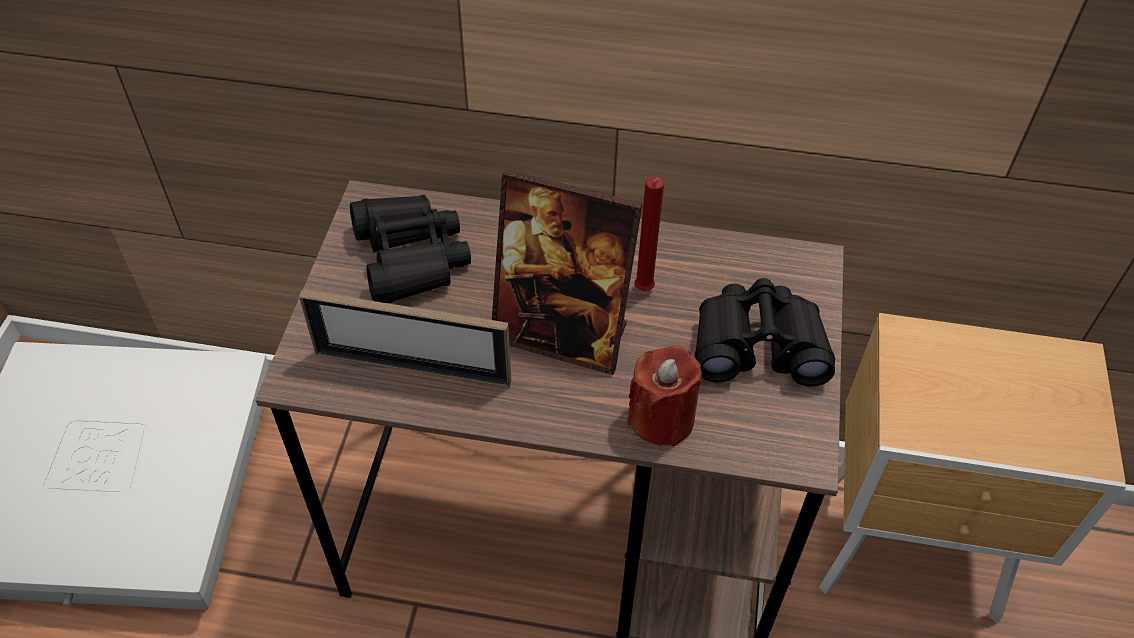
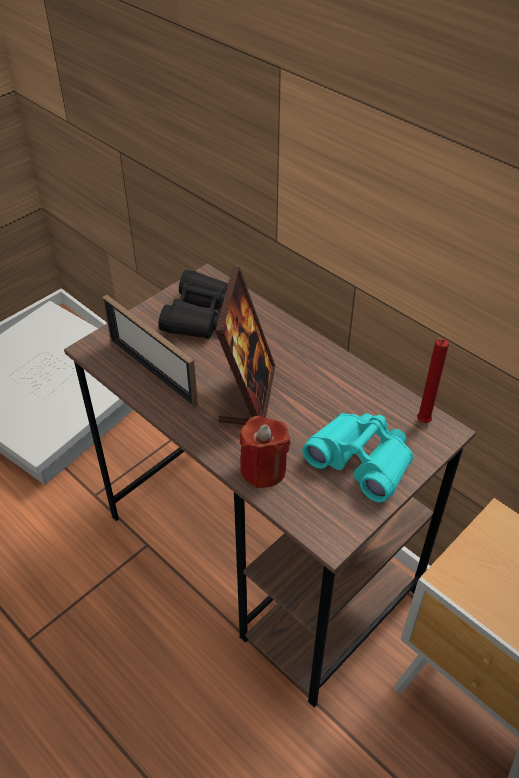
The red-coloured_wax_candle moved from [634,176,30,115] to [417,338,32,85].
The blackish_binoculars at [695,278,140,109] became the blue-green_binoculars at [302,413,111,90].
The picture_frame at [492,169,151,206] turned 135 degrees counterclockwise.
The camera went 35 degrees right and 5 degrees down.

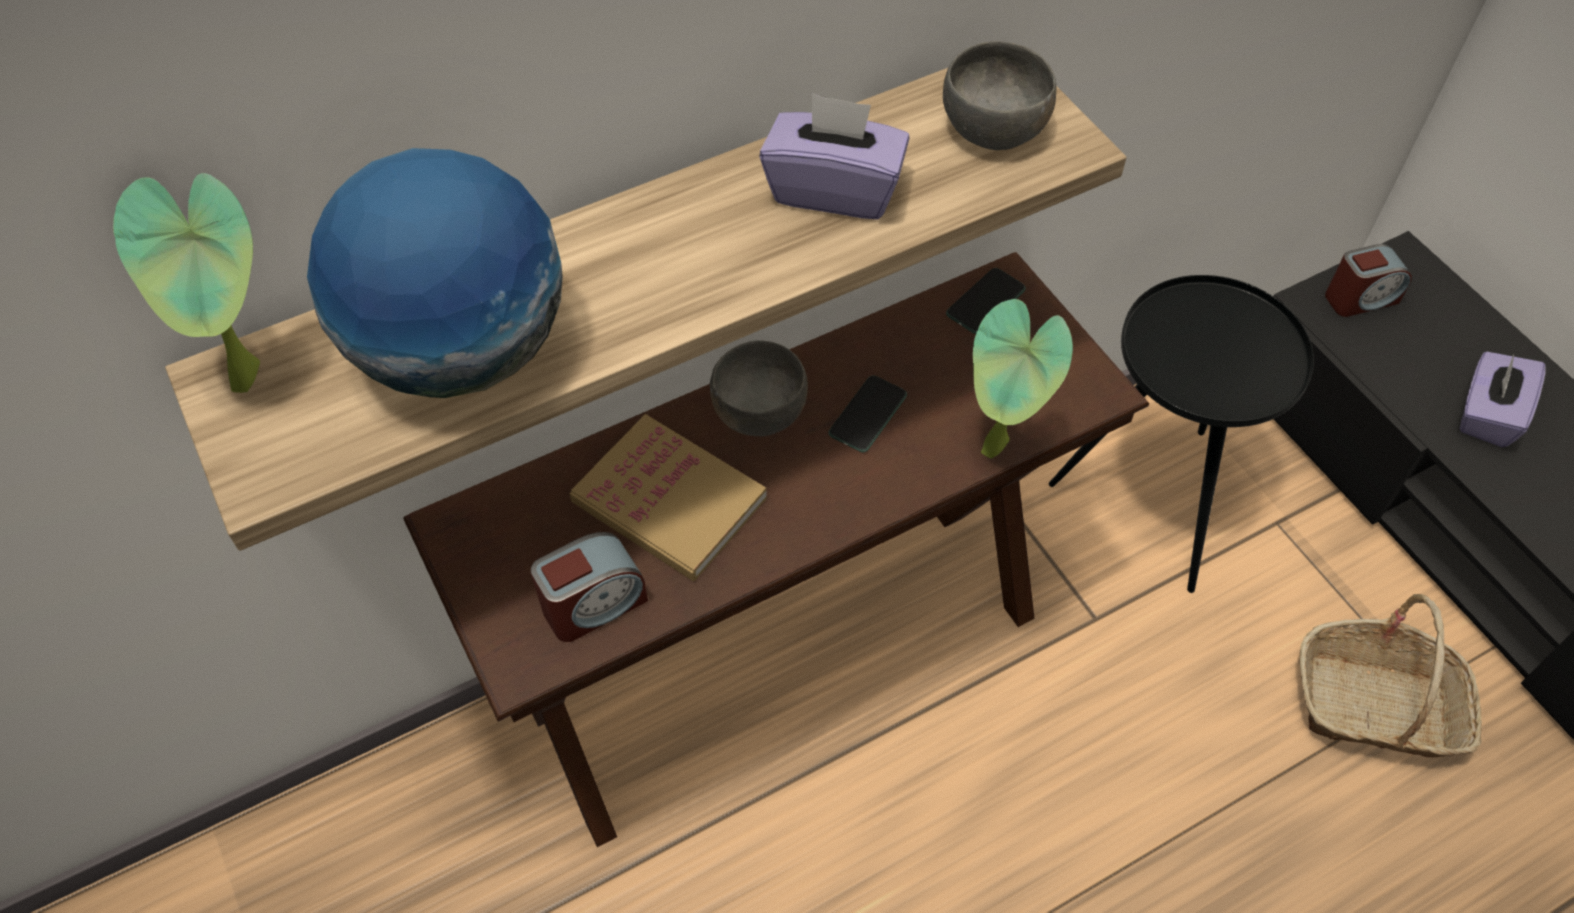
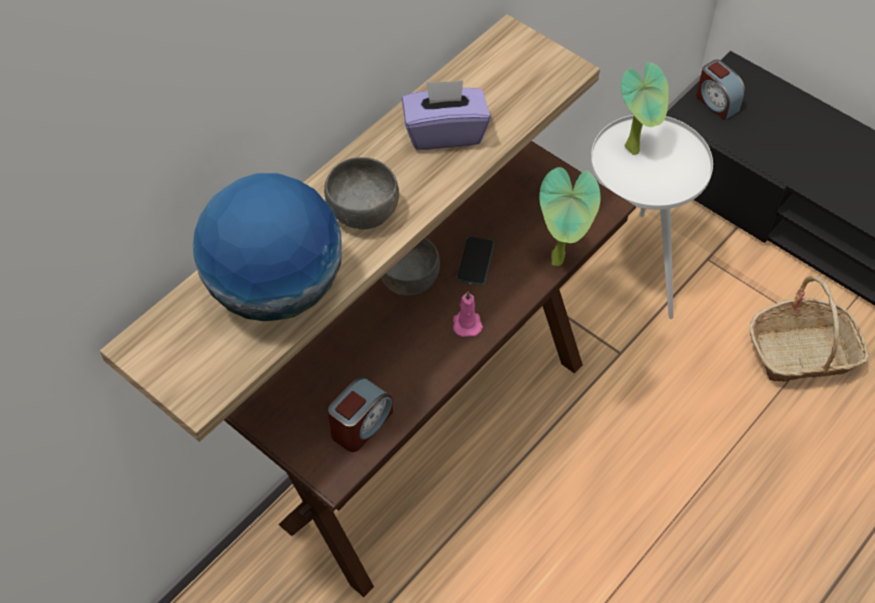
The bound_book at [570,414,197,167] disappeared.
The phone at [946,268,80,66] disappeared.
The purple-coloured_tissue_holder at [1460,352,86,95] disappeared.
The pink-coloured_wax_candle at [453,291,30,46] appeared.
The plant_in_a_pot moved from [113,173,147,220] to [621,62,48,93].
The grey_bowl moved from [943,41,114,109] to [324,157,75,72].
The blackish_end_table at [1049,275,265,318] became the whitish_end_table at [591,115,122,204].
The alarm_clock at [1325,244,87,73] turned 90 degrees clockwise.
The camera went 20 degrees left and 0 degrees up.

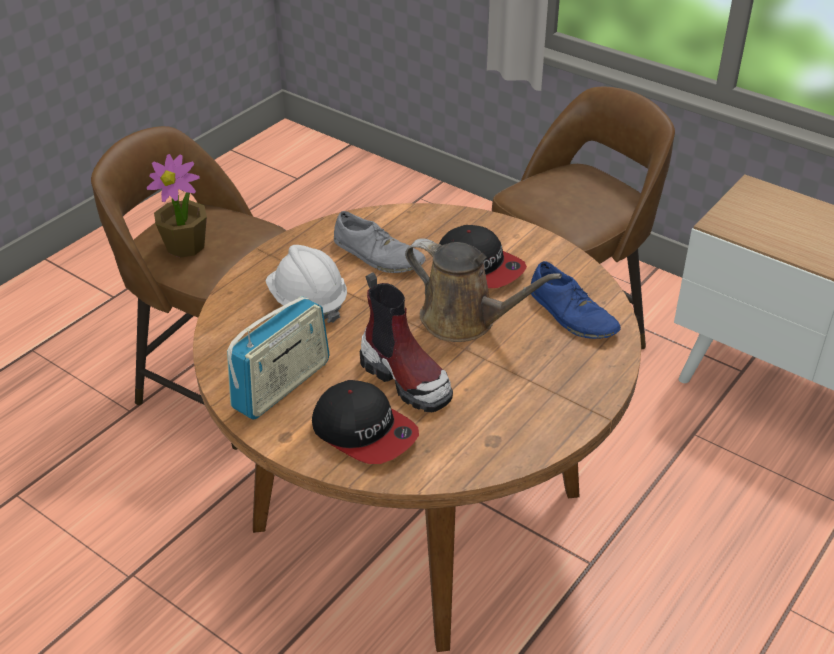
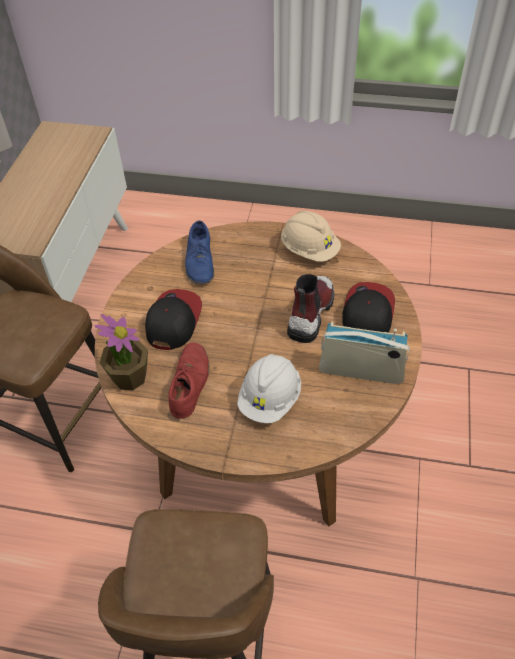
The brown-coloured_watering_can at [405,238,157,104] disappeared.
The beige_hard_hat at [281,211,60,51] appeared.
The plant_in_a_pot moved from [147,154,60,104] to [95,314,53,76].
The grey_shoe at [334,211,92,62] became the red-coloured_shoe at [168,342,42,76].
The bluish_shoe at [531,261,90,78] turned 150 degrees clockwise.
The camera went 115 degrees left and 10 degrees up.

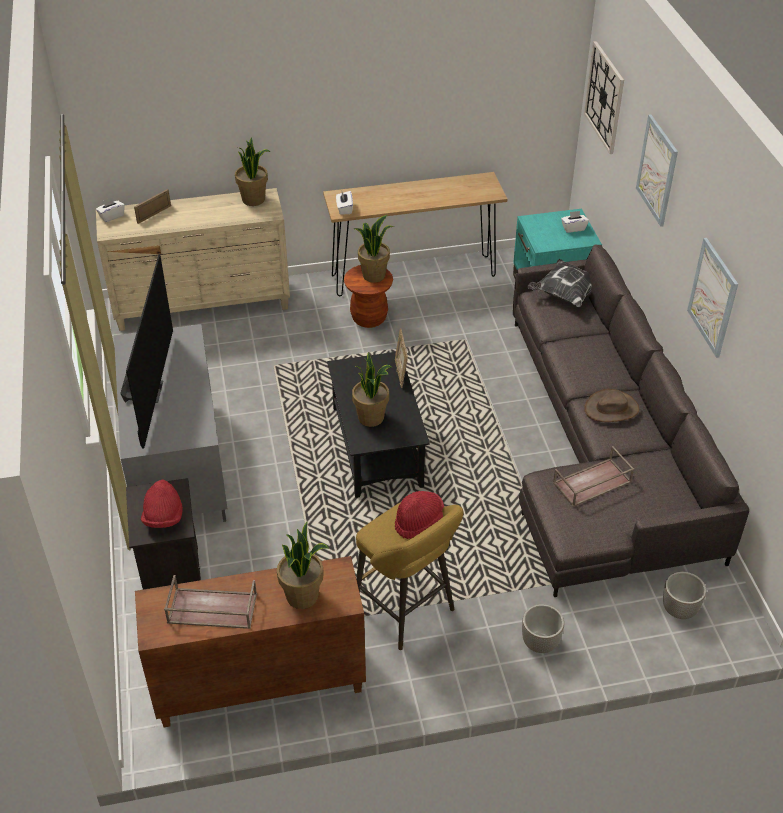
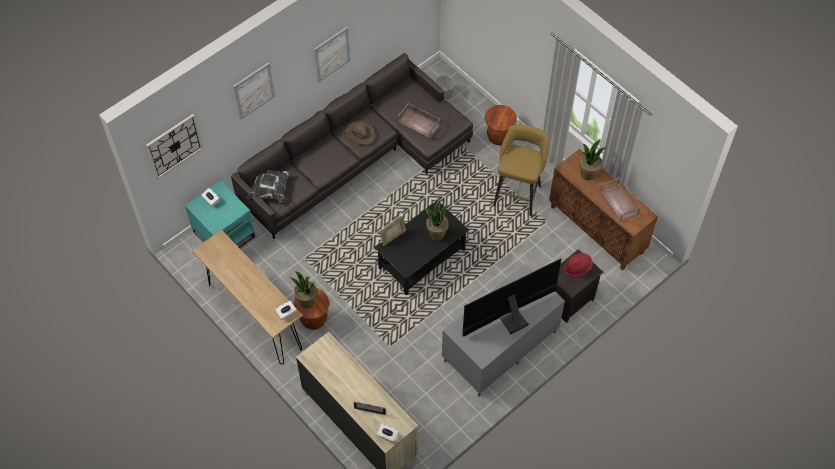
The plant_in_a_pot at [235,137,35,69] disappeared.
The red-coloured_wearable_hat at [395,491,49,48] disappeared.
The flower_pot at [522,604,42,49] was replaced by the brown-coloured_sitting_stool at [485,105,32,40].
The camera went 120 degrees left and 15 degrees up.

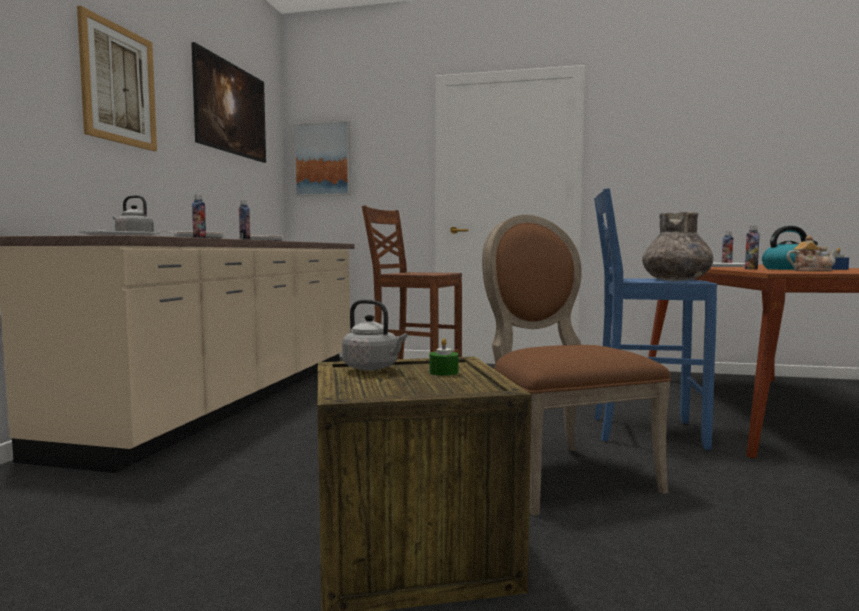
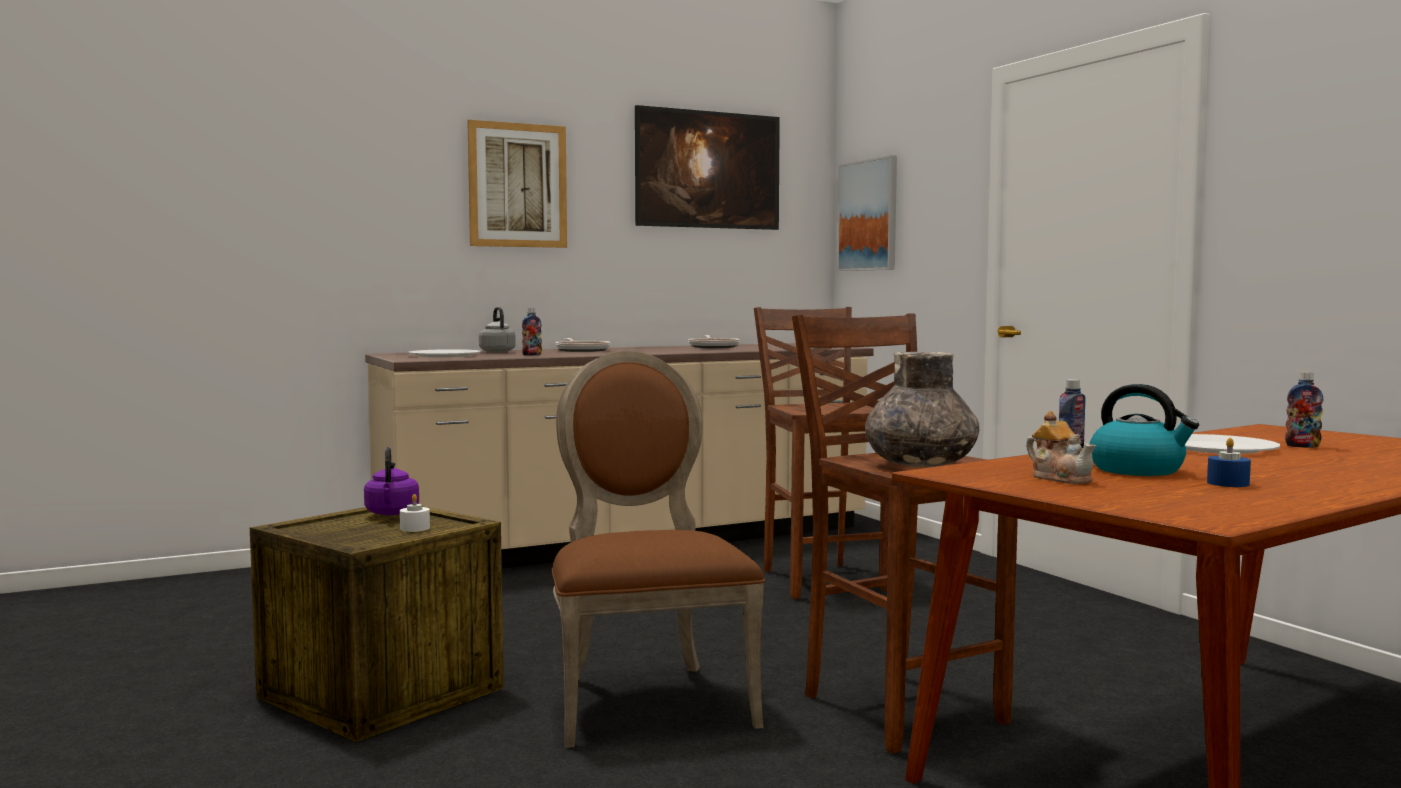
The beverage_bottle at [239,200,11,40] disappeared.
The grey_kettle at [342,299,66,71] became the purple-coloured_kettle at [364,447,55,68].
The greenish_wax_candle at [429,338,29,38] became the whitish_wax_candle at [400,494,30,38].
The bluish_sitting_stool at [594,188,123,262] became the brown-coloured_sitting_stool at [792,313,226,441].
The brown-coloured_plain_chair at [482,215,189,301] turned 45 degrees counterclockwise.
The camera went 50 degrees right and 0 degrees up.

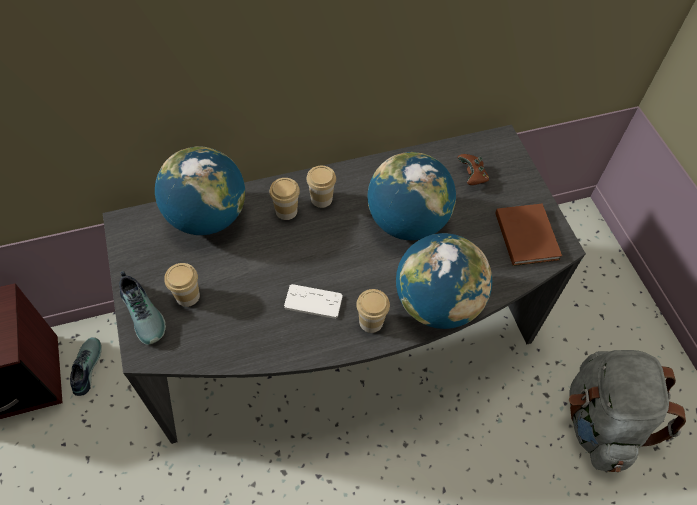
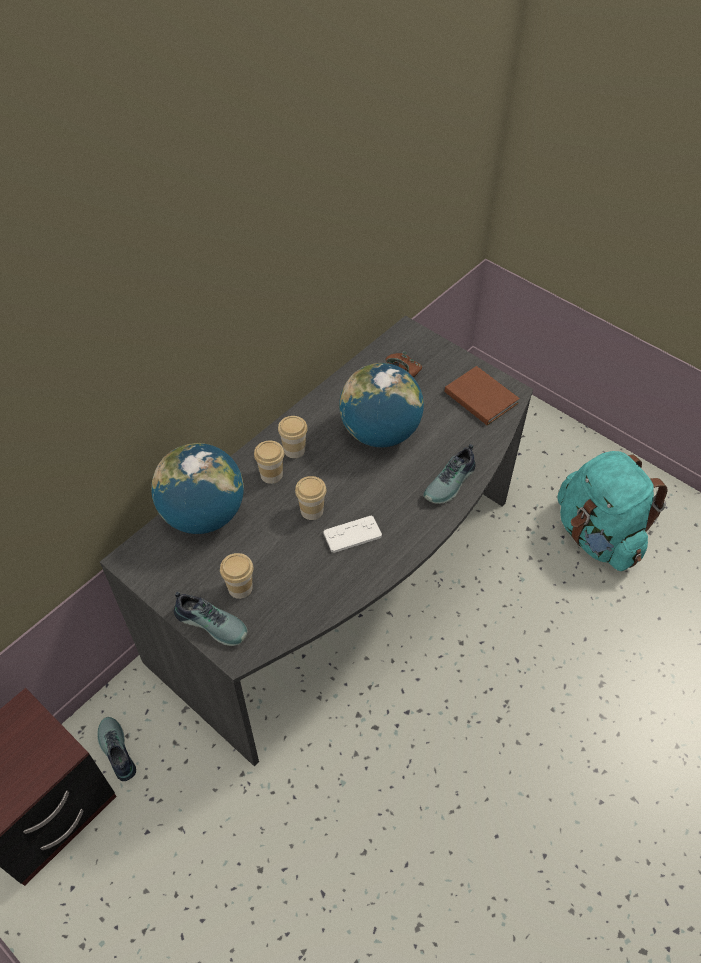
The drinking_cup moved from [356,289,34,44] to [295,476,31,44].
The globe at [396,233,96,96] was replaced by the shoe at [423,444,52,60].
The grey_rucksack at [569,350,117,122] became the blue-green_rucksack at [557,451,111,120].
The camera went 30 degrees left and 5 degrees down.

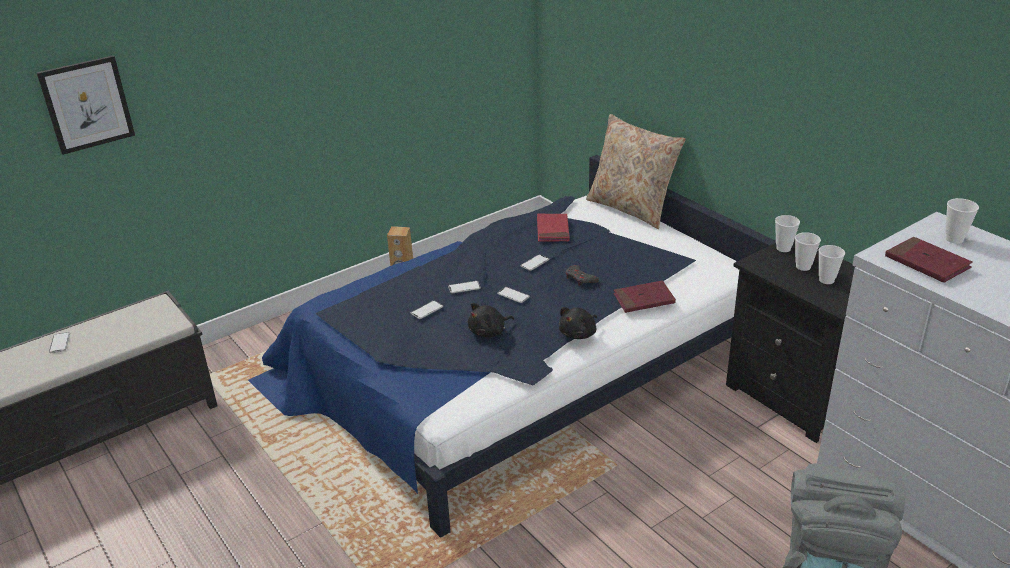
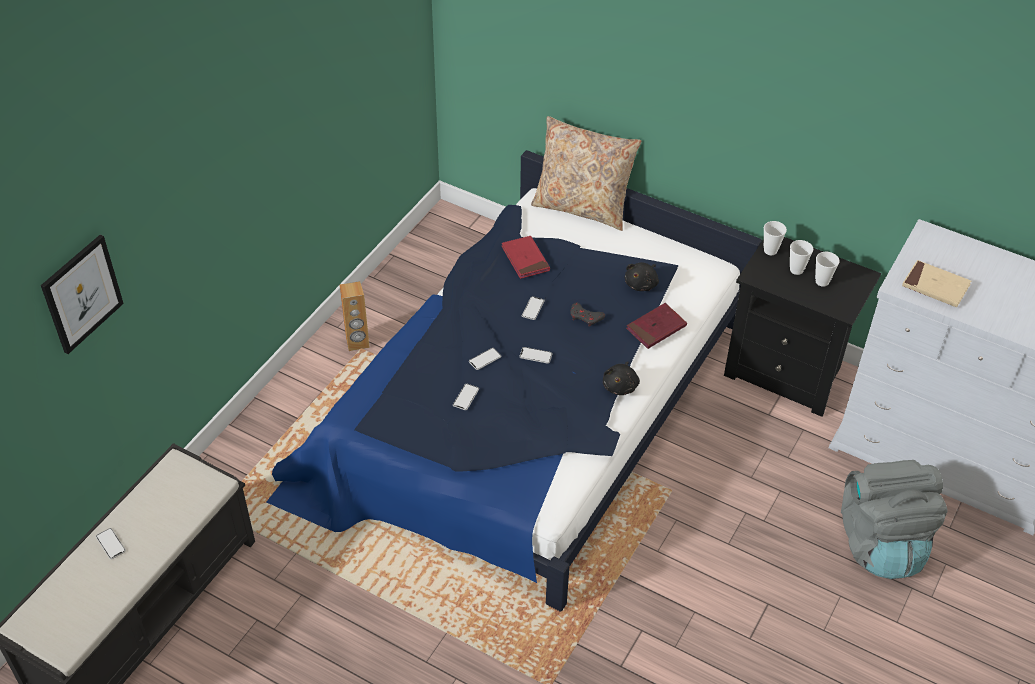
The drinking_cup at [945,198,34,46] disappeared.
The blackish_cuddly_toy moved from [468,303,46,34] to [624,262,35,29].
The red-coloured_bound_book at [885,237,88,46] became the beige_bound_book at [902,260,69,47].
The camera went 25 degrees left and 15 degrees up.

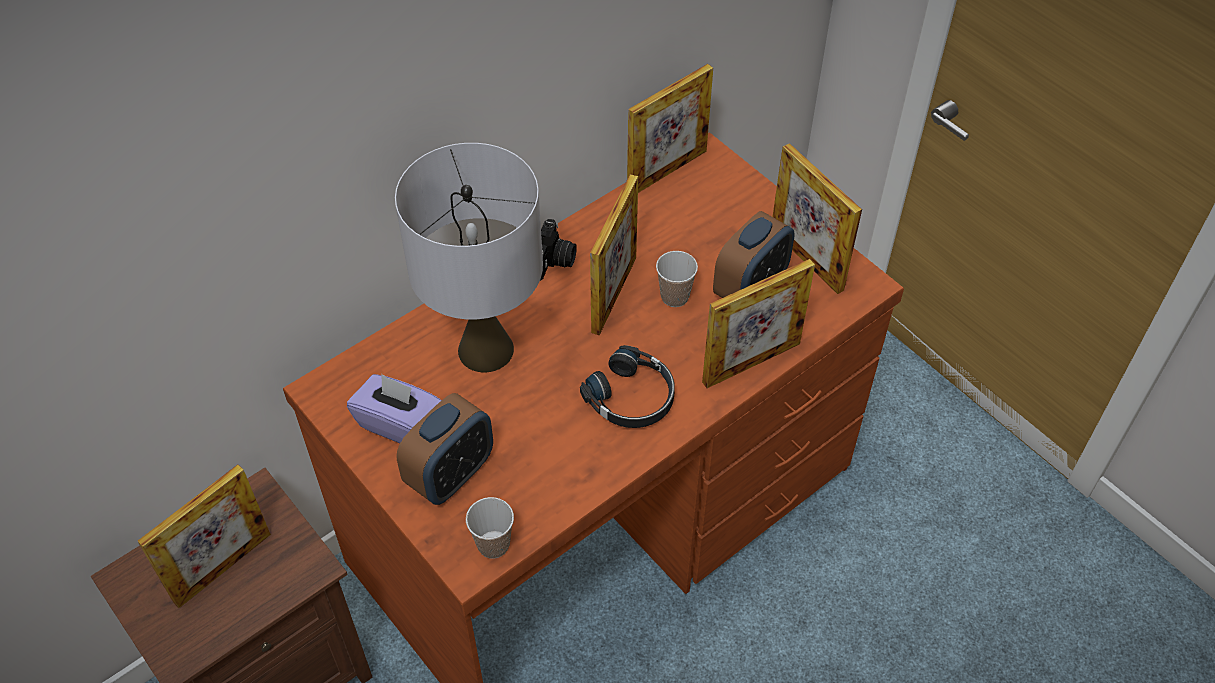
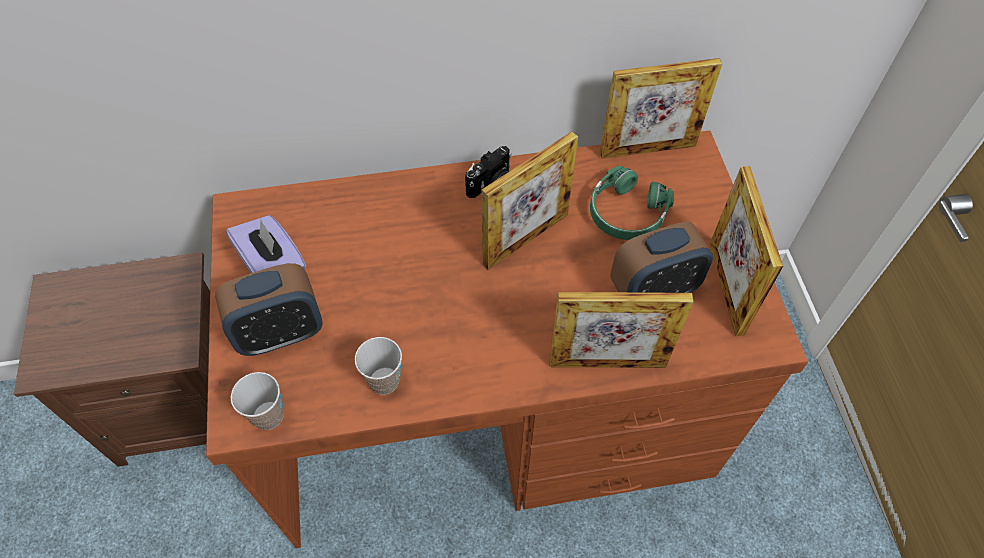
The picture_frame at [138,465,133,143] disappeared.
The grey_table_lamp at [395,143,148,229] disappeared.
The blackish_headphones at [580,345,95,83] disappeared.
The greenish_headphones at [590,165,84,75] appeared.
The drinking_cup moved from [656,251,42,56] to [355,337,47,57].
The camera went 30 degrees right and 5 degrees up.

